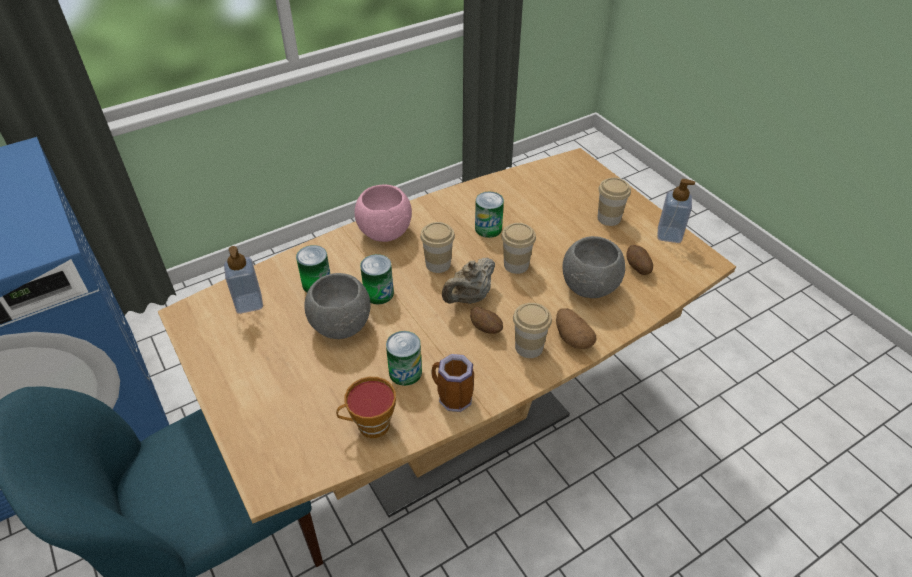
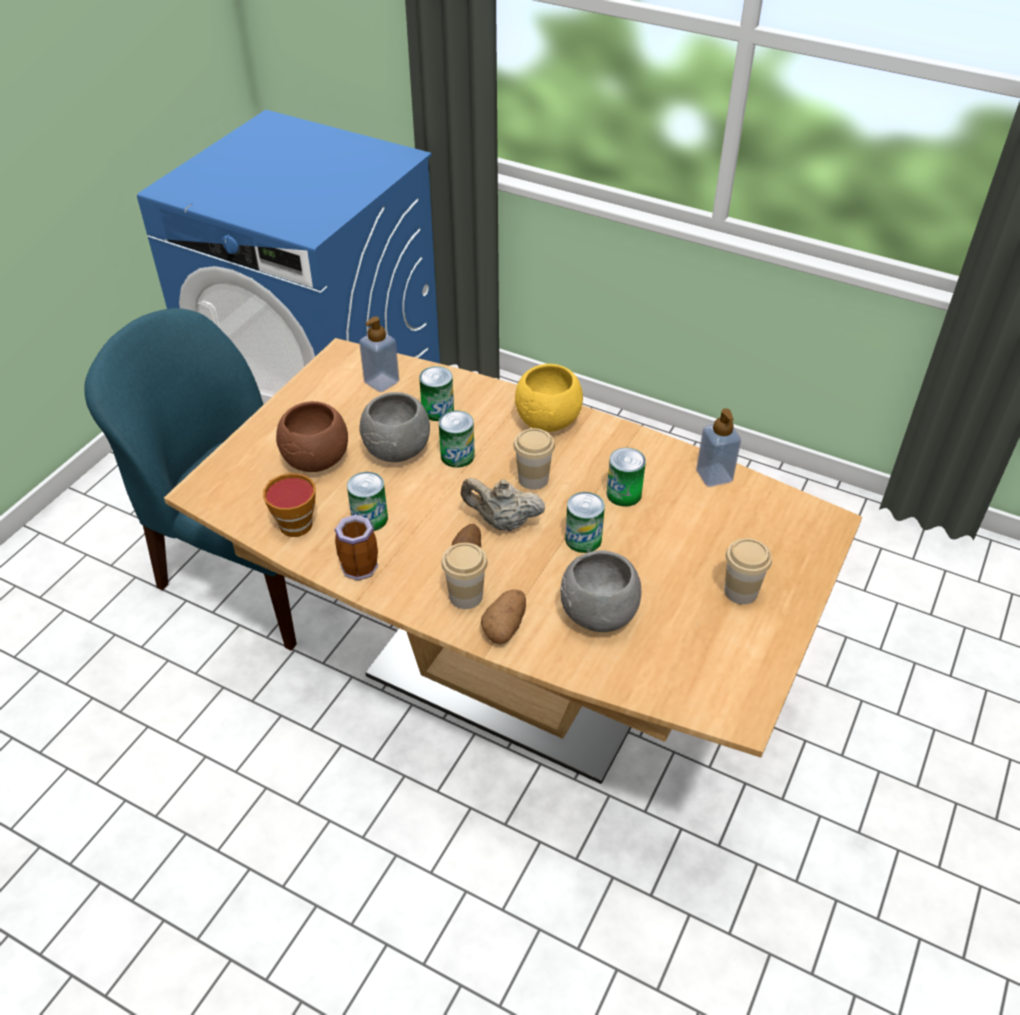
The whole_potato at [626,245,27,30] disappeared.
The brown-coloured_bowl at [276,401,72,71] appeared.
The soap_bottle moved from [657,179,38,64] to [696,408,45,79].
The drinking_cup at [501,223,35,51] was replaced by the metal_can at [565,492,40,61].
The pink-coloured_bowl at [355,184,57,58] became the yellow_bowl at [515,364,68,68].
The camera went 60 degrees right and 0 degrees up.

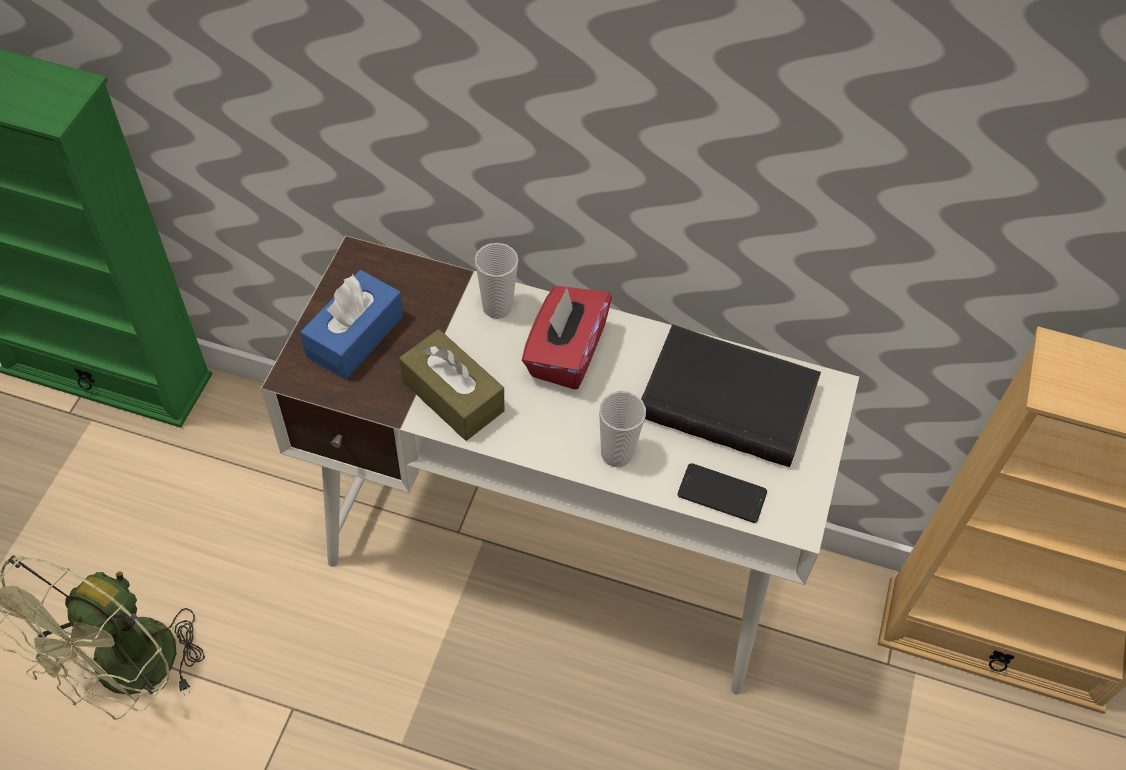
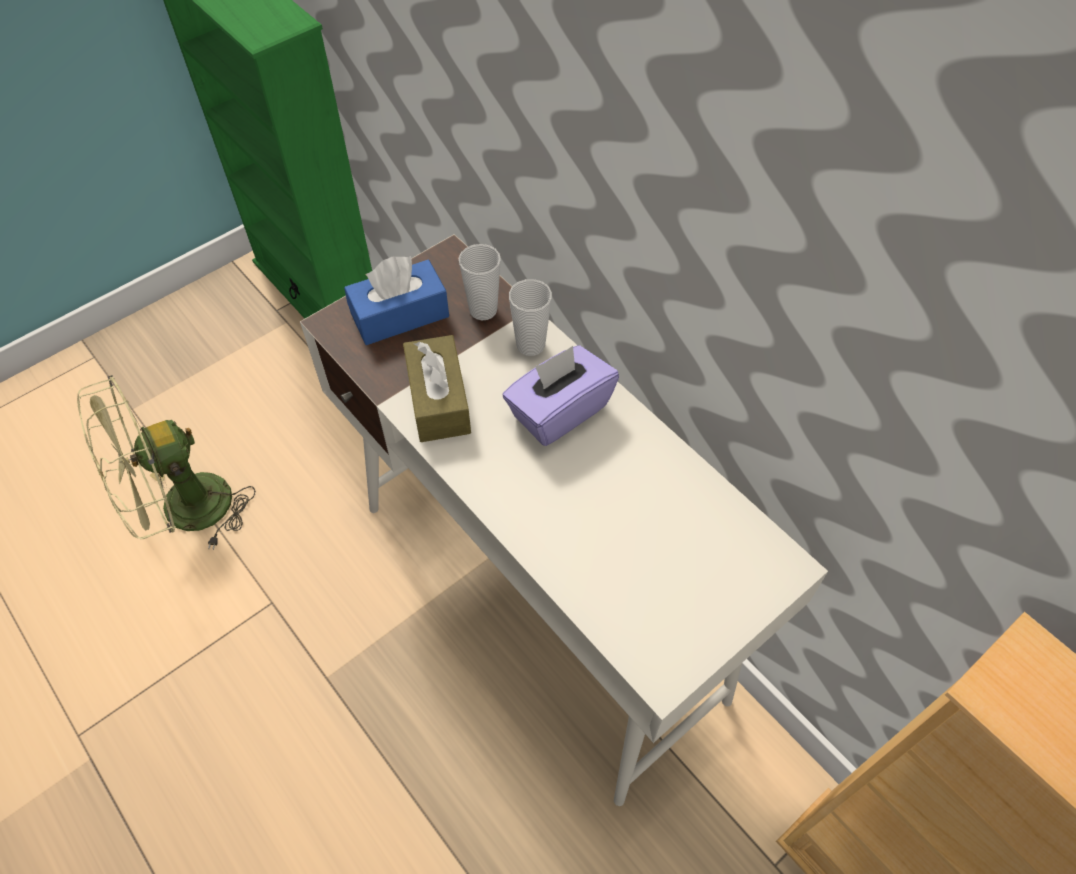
The blackish_bound_book at [641,324,180,143] disappeared.
The phone at [678,463,89,60] disappeared.
The drinking_cup moved from [599,391,47,76] to [459,244,42,76].
The red-coloured_tissue_holder at [522,286,90,104] became the purple-coloured_tissue_holder at [503,345,116,101].
The camera went 35 degrees right and 0 degrees up.

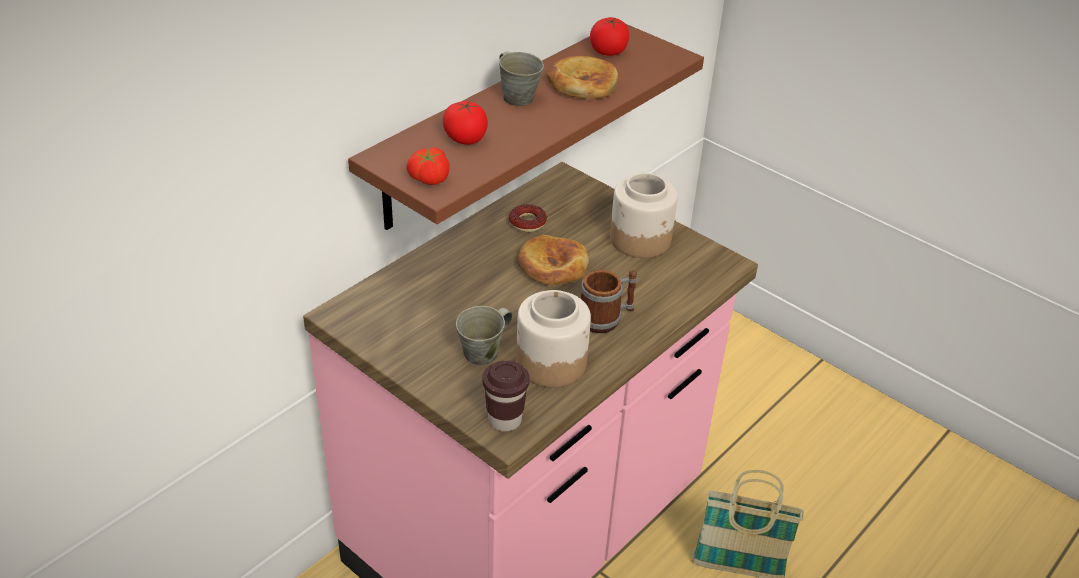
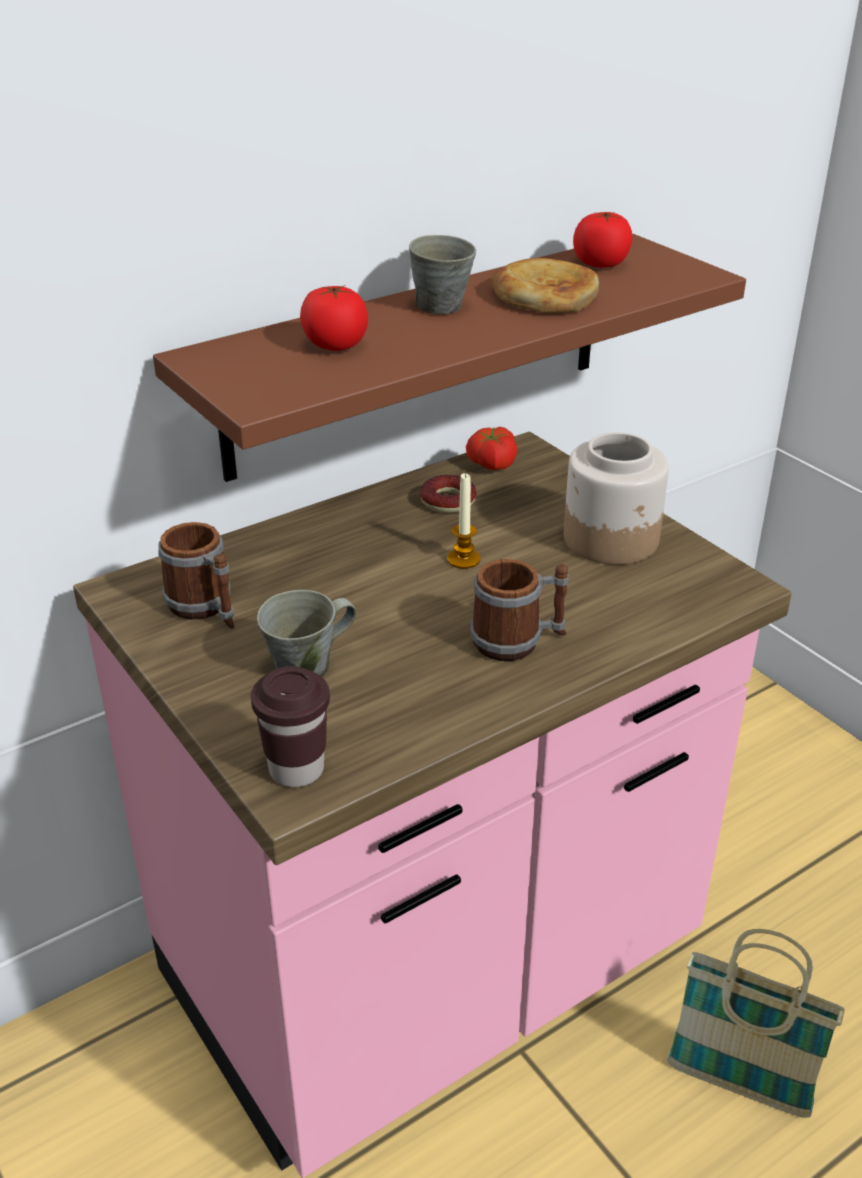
The preserve_jar at [516,290,75,98] disappeared.
The coffee_mug at [158,522,76,107] appeared.
The fresh_tomato moved from [406,147,44,38] to [466,427,51,43].
The bakery_bread at [517,235,73,50] was replaced by the wax_candle at [447,472,34,97].
The camera went 15 degrees right and 5 degrees down.

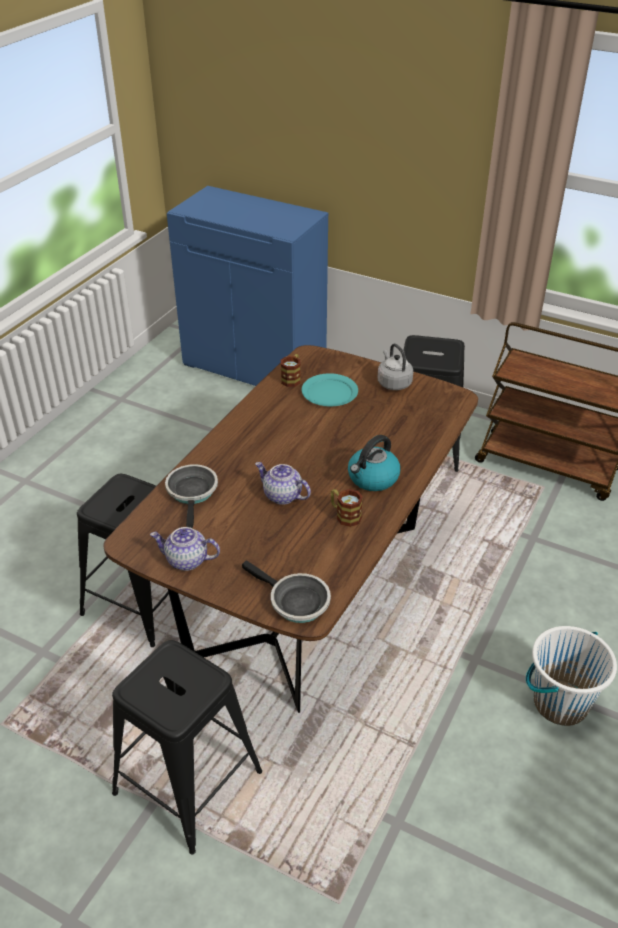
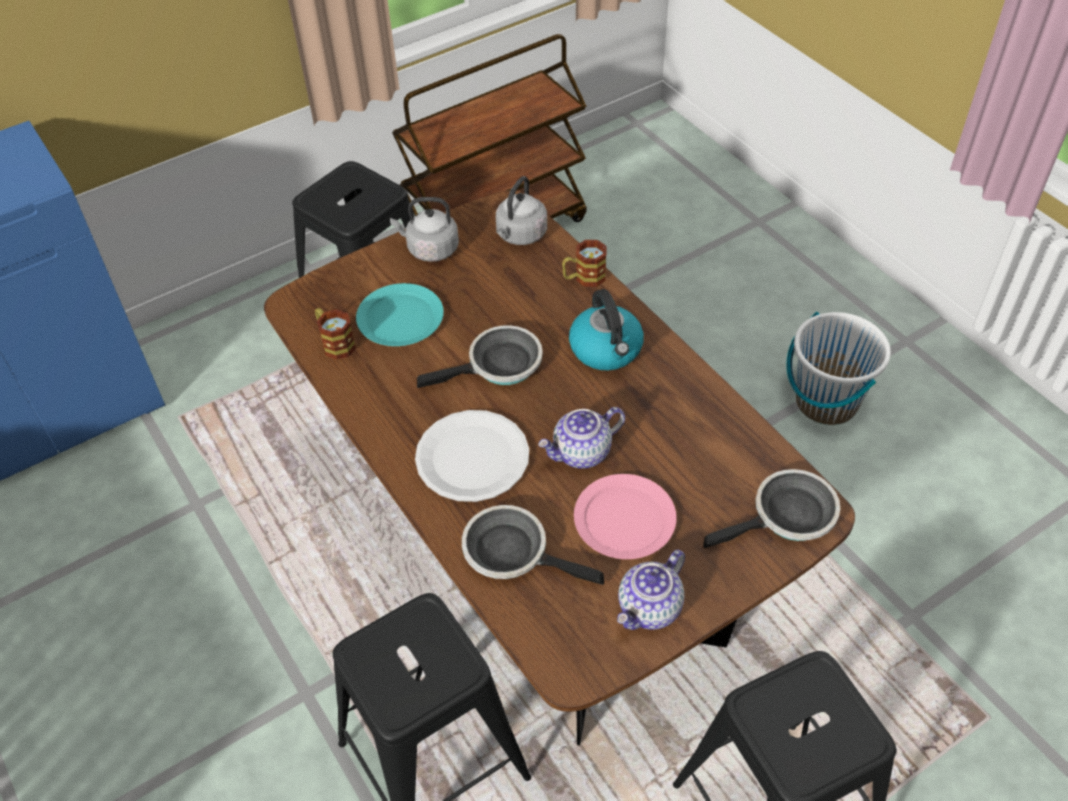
The whitish_flat_dish at [415,410,114,92] appeared.
The skillet at [417,325,126,63] appeared.
The grey_kettle at [496,176,51,69] appeared.
The pink-coloured_flat_dish at [574,474,103,85] appeared.
The coffee_mug moved from [331,489,32,38] to [562,240,45,47].
The camera went 60 degrees left and 10 degrees up.

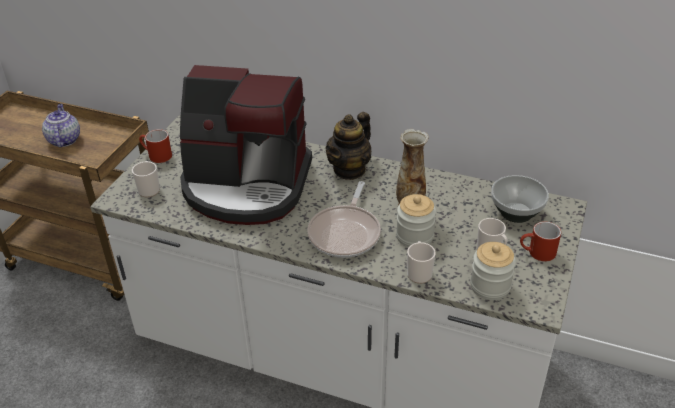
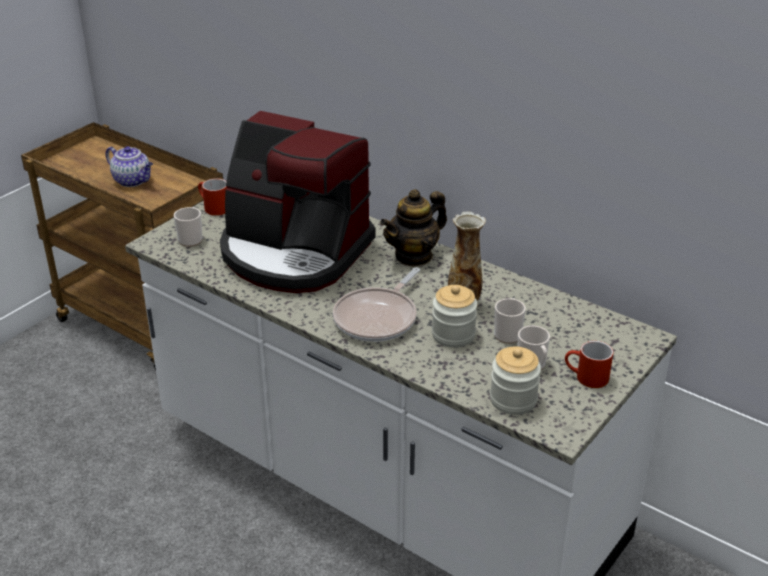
The bowl at [491,175,58,48] disappeared.
The coffee_mug moved from [407,241,28,43] to [494,298,32,46].
The tea_pot at [42,104,38,43] turned 120 degrees clockwise.
The camera went 15 degrees right and 5 degrees down.

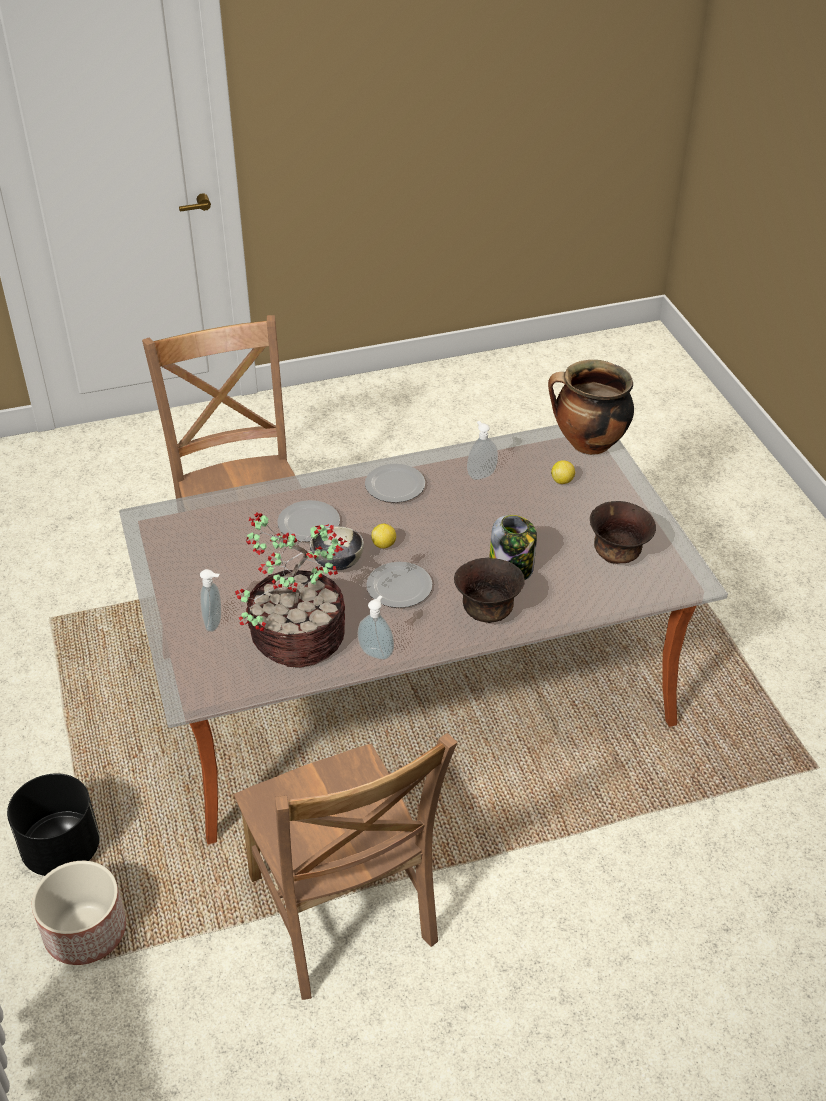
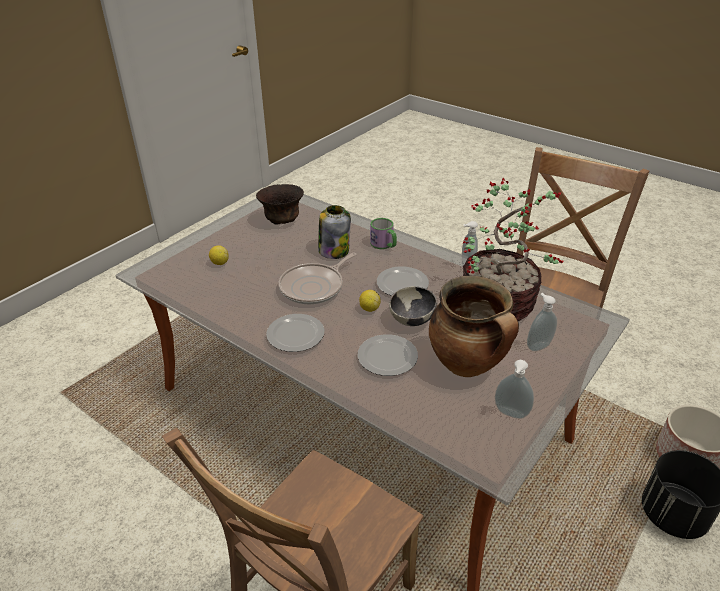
The skillet at [279,252,77,53] appeared.
The soap_bottle moved from [467,421,31,59] to [495,360,39,59].
The saucepot moved from [548,360,86,95] to [429,276,90,101].
The brown-coloured_bowl at [454,558,71,65] was replaced by the coffee_mug at [370,218,27,31].
The camera went 125 degrees left and 5 degrees down.

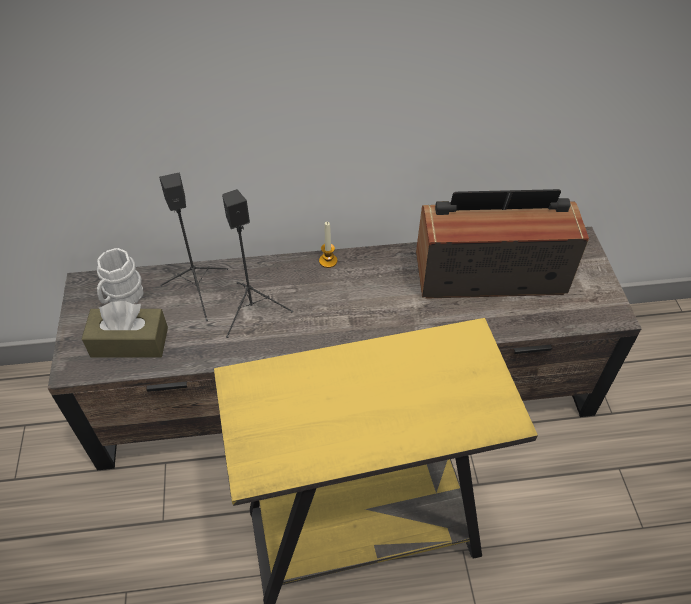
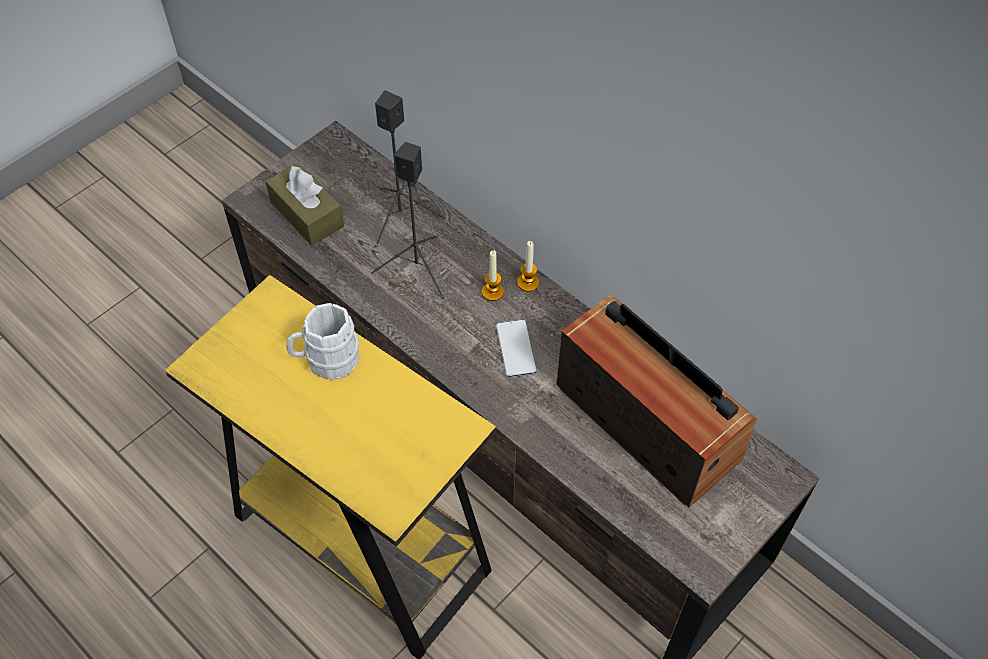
The wax_candle at [482,250,22,51] appeared.
The phone at [496,319,41,59] appeared.
The whitish_coffee_mug moved from [97,248,47,56] to [286,303,73,77].
The camera went 50 degrees right and 5 degrees up.

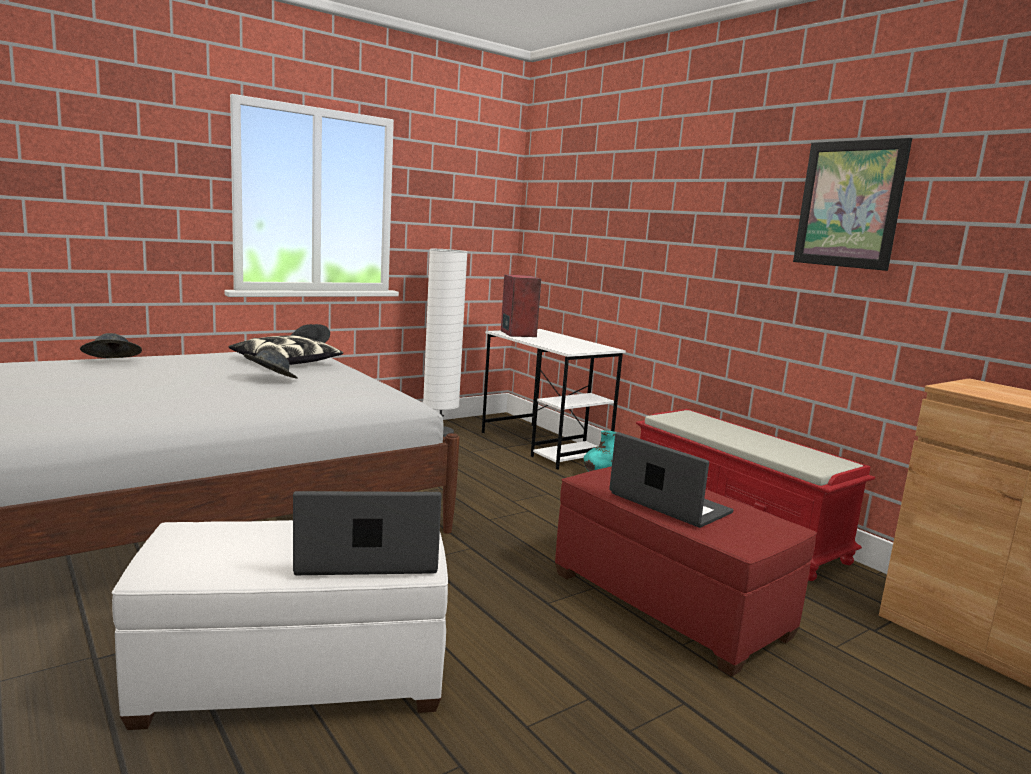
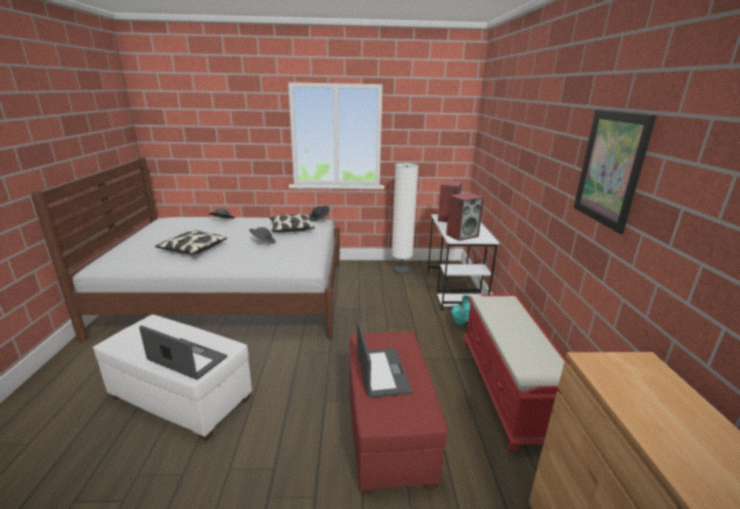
The throw_pillow at [155,230,72,25] appeared.
The speaker at [446,193,38,48] appeared.
The camera went 35 degrees right and 10 degrees up.

